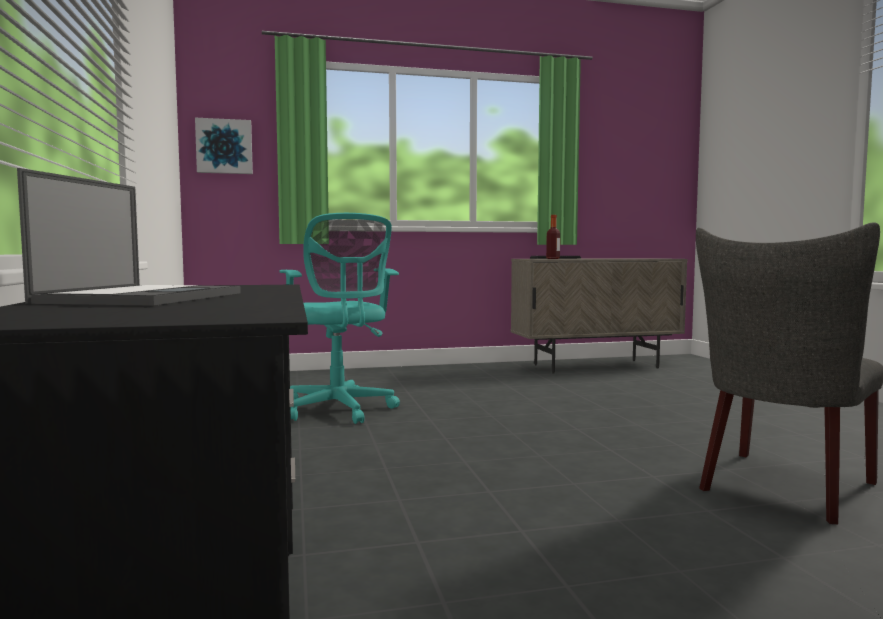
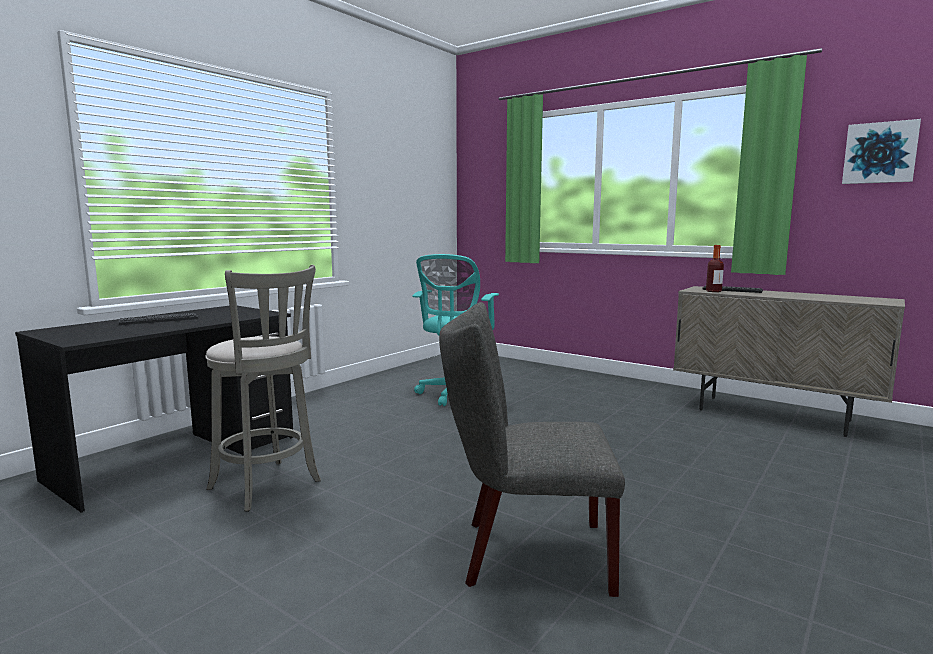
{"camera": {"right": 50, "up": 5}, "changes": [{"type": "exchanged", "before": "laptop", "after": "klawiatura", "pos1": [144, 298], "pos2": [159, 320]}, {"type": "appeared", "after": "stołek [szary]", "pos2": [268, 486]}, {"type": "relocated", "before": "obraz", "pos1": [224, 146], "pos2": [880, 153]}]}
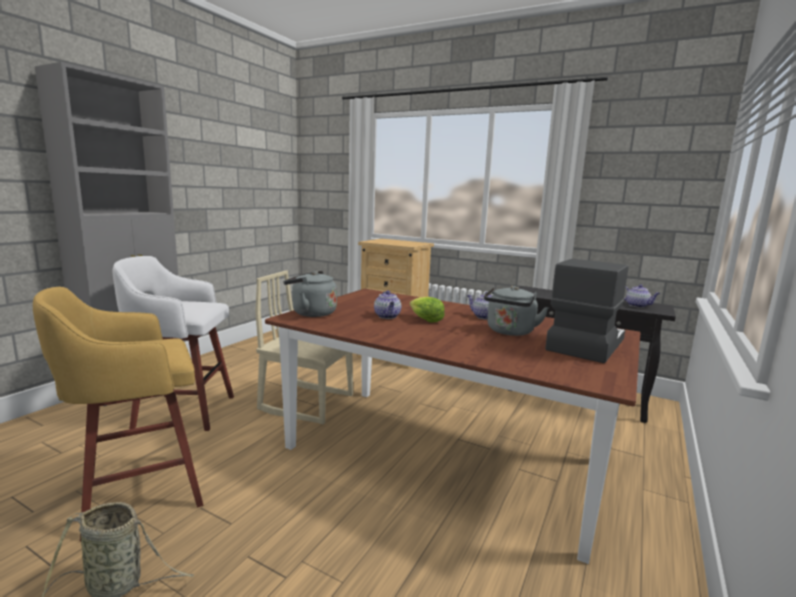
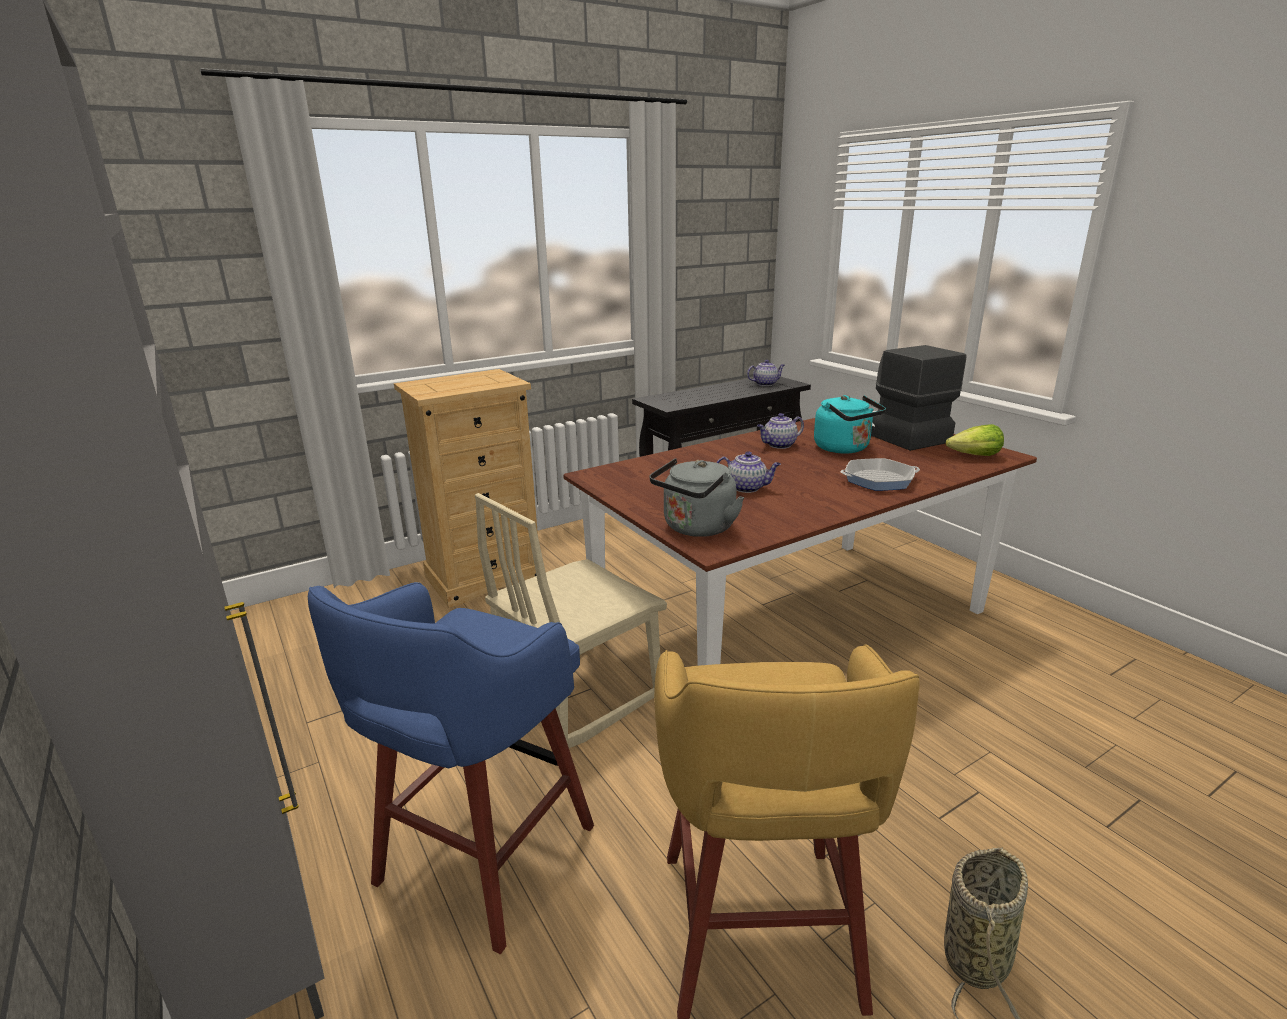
{"camera": {"right": -60, "up": 10}, "changes": [{"type": "colour", "before": "stołek [biały]", "after": "stołek [niebieski]", "pos1": [182, 411], "pos2": [481, 859]}, {"type": "colour", "before": "czajnik [szary]", "after": "czajnik [turkusowy]", "pos1": [510, 332], "pos2": [844, 449]}, {"type": "appeared", "after": "patelnia", "pos2": [879, 480]}, {"type": "relocated", "before": "sałata", "pos1": [425, 320], "pos2": [975, 456]}]}
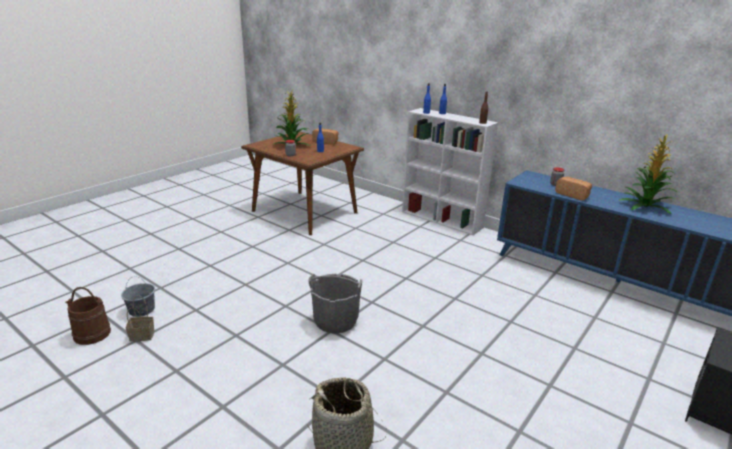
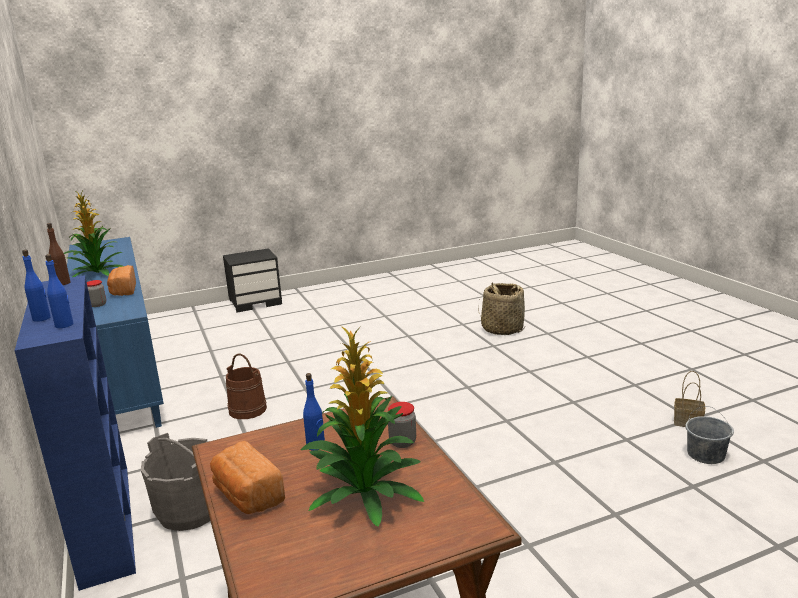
{"camera": {"right": -150, "up": -5}, "changes": [{"type": "colour", "before": "regał [biały]", "after": "regał [niebieski]", "pos1": [442, 220], "pos2": [105, 520]}, {"type": "relocated", "before": "wiadro [szary]", "pos1": [335, 320], "pos2": [190, 510]}, {"type": "relocated", "before": "wiadro [brązowy]", "pos1": [92, 334], "pos2": [248, 409]}]}
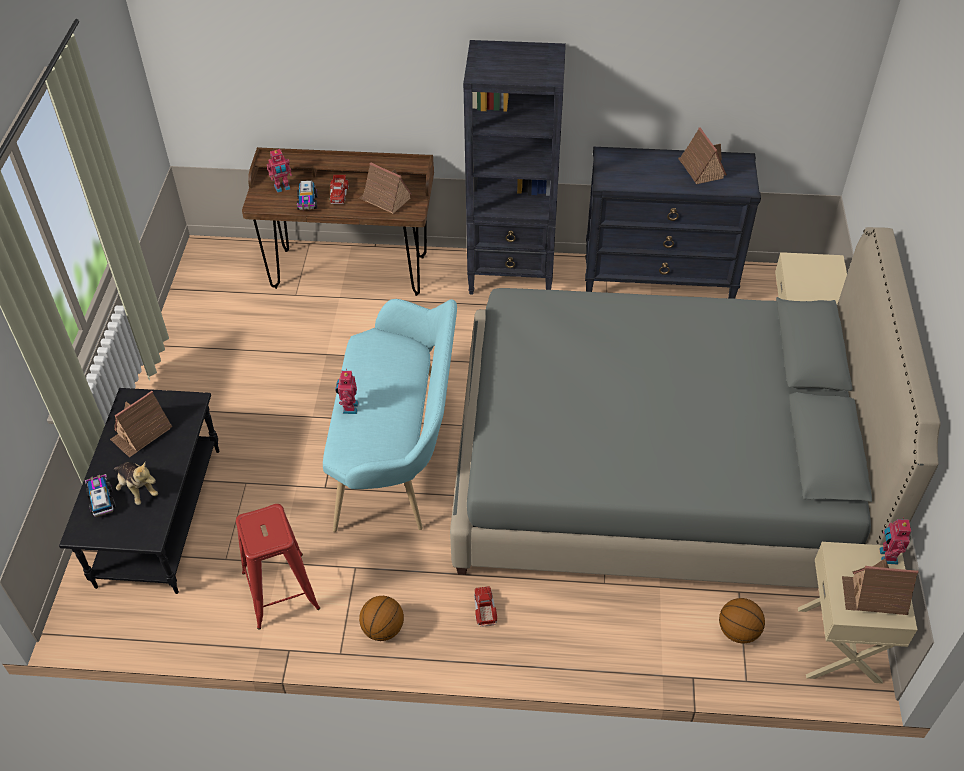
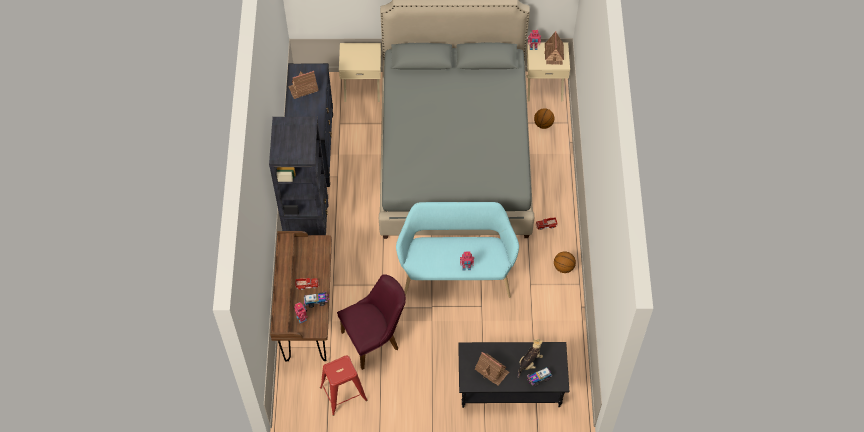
{"camera": {"right": -95, "up": 10}, "changes": [{"type": "relocated", "before": "stołek [czerwony]", "pos1": [280, 589], "pos2": [343, 394]}, {"type": "appeared", "after": "krzesło [fioletowy]", "pos2": [375, 339]}, {"type": "missing", "before": "domek", "pos1": [385, 199]}]}
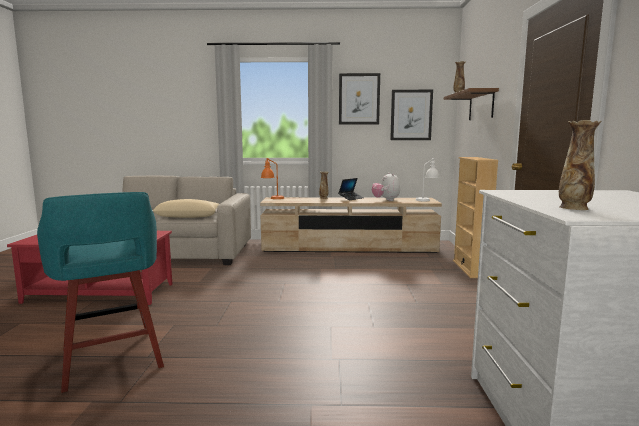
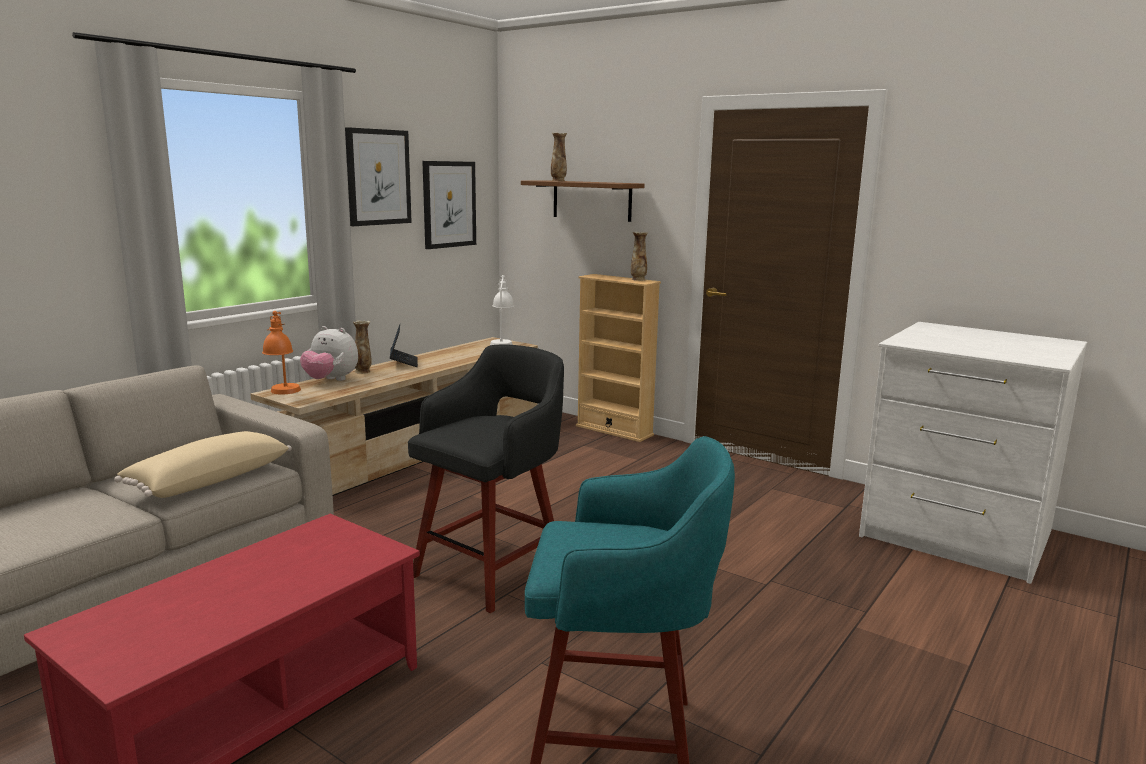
{"camera": {"right": -55, "up": 5}, "changes": [{"type": "relocated", "before": "pluszak", "pos1": [386, 200], "pos2": [331, 380]}, {"type": "appeared", "after": "stołek [czarny]", "pos2": [492, 570]}, {"type": "relocated", "before": "wazon", "pos1": [574, 208], "pos2": [638, 279]}]}
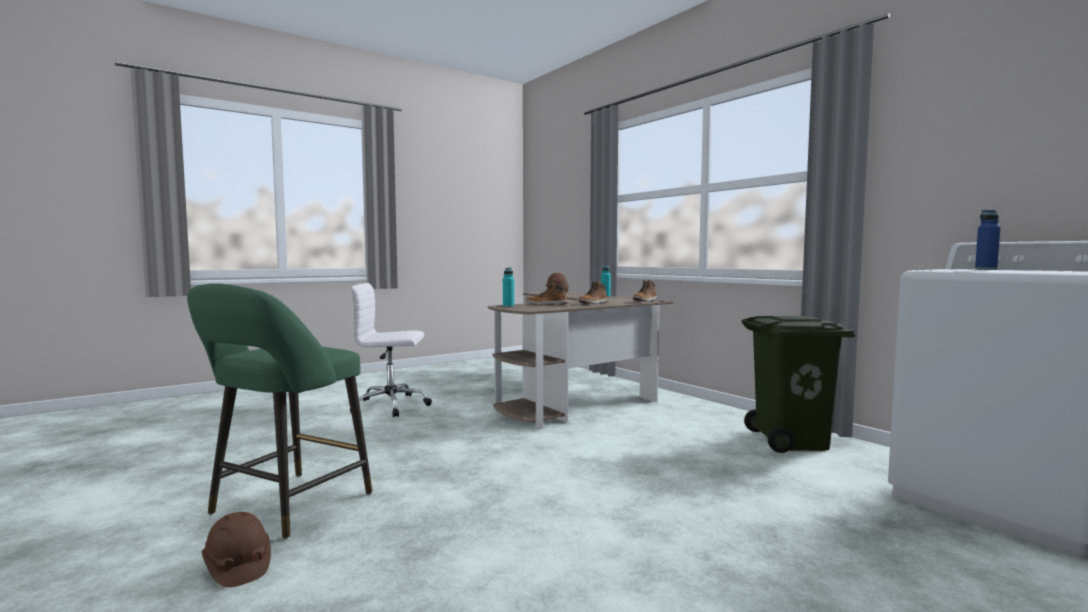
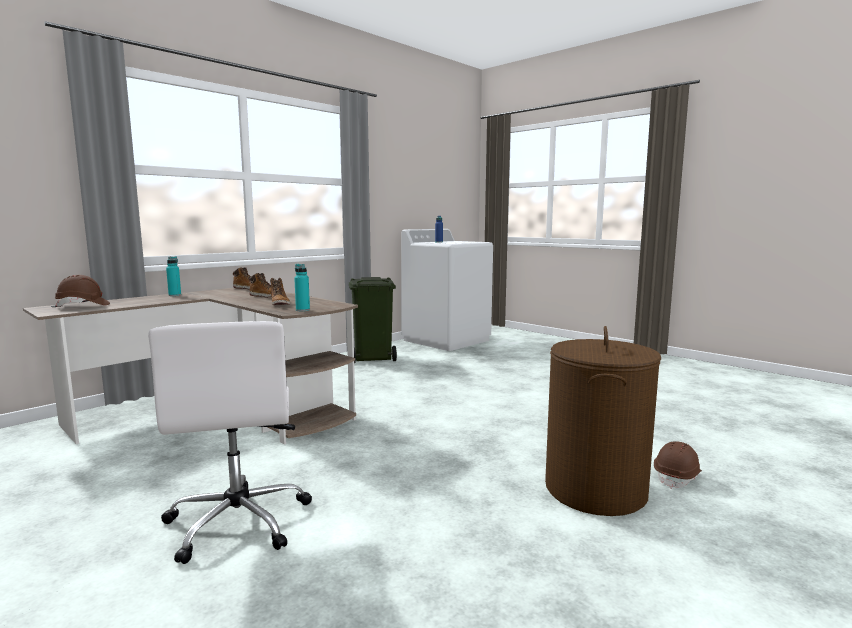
{"camera": {"right": -100, "up": 5}, "changes": [{"type": "exchanged", "before": "stołek [zielony]", "after": "kosz na pranie [brązowy]", "pos1": [285, 507], "pos2": [595, 490]}]}
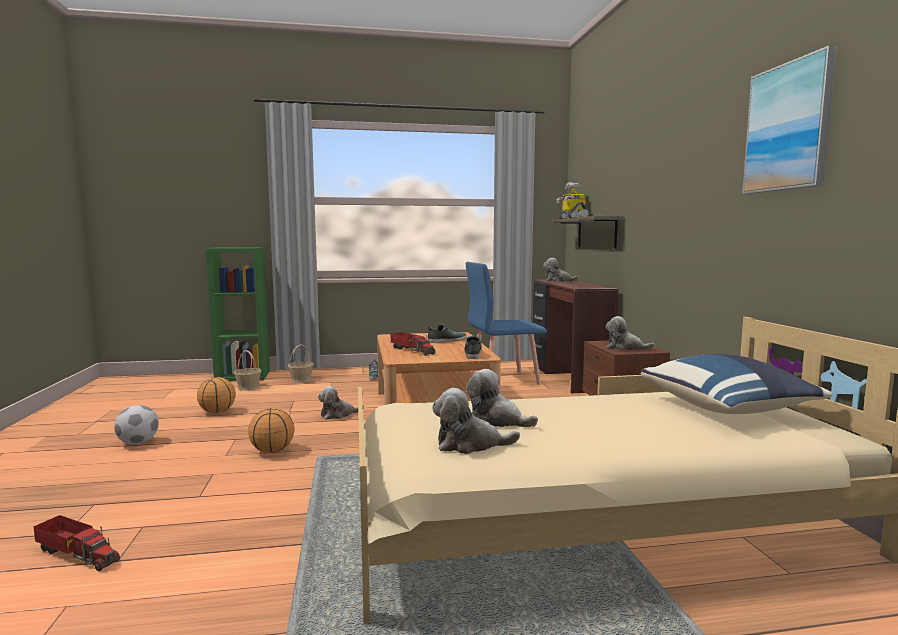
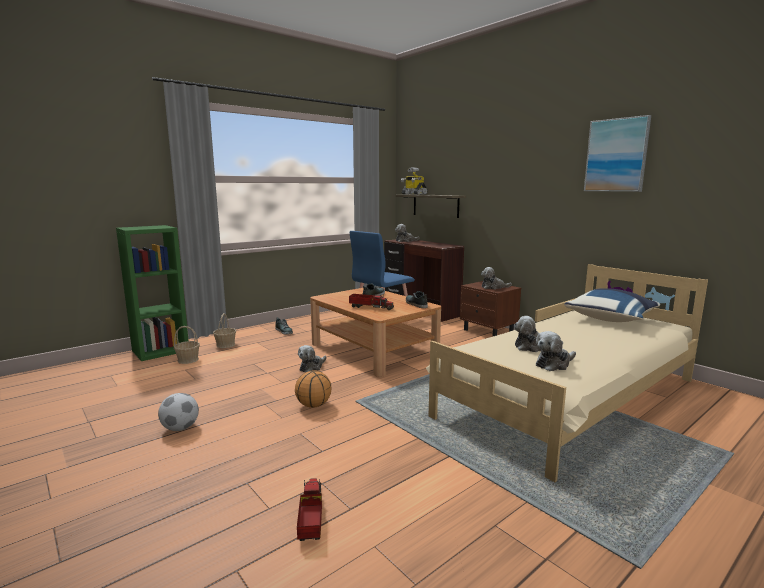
{"camera": {"right": -30, "up": 5}, "changes": [{"type": "spun", "before": "ciężarówka zabawkowa", "pos1": [77, 554], "pos2": [311, 516], "turn": -90}, {"type": "missing", "before": "piłka do koszykówki", "pos1": [218, 412]}]}
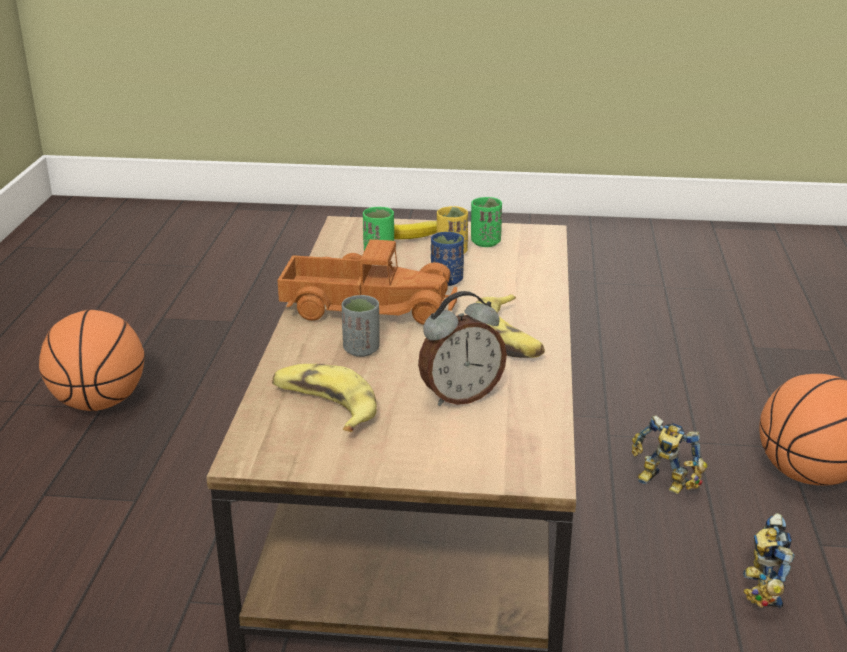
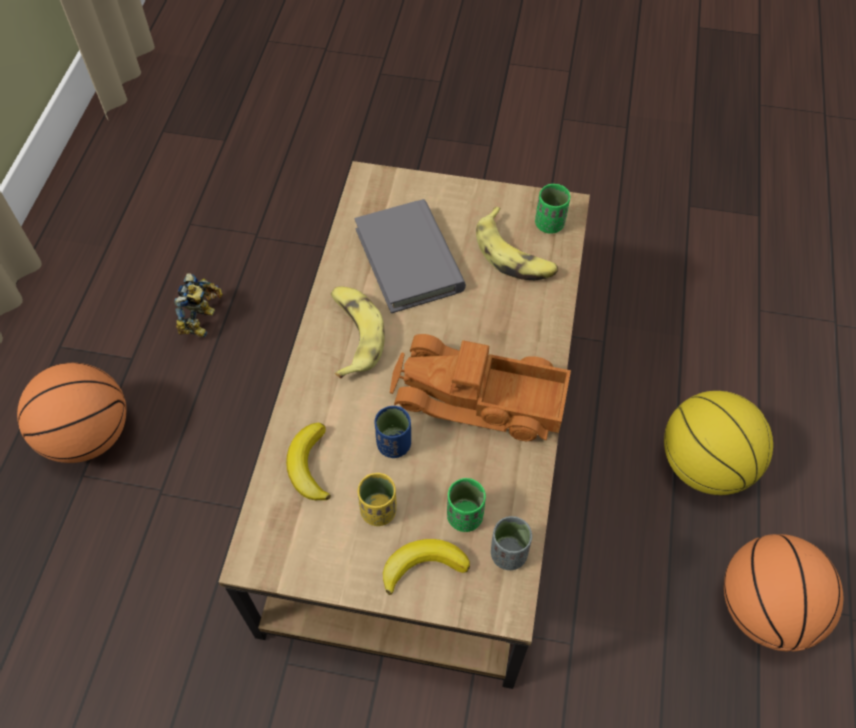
{"camera": {"right": -175, "up": 30}, "changes": [{"type": "appeared", "after": "banan", "pos2": [309, 465]}, {"type": "exchanged", "before": "budzik", "after": "książka [szary]", "pos1": [460, 396], "pos2": [409, 260]}, {"type": "relocated", "before": "filiżanka [szary]", "pos1": [361, 350], "pos2": [508, 553]}, {"type": "relocated", "before": "filiżanka [zielony]", "pos1": [485, 242], "pos2": [549, 224]}, {"type": "appeared", "after": "piłka do koszykówki", "pos2": [703, 464]}, {"type": "missing", "before": "robot zabawkowy", "pos1": [663, 484]}]}
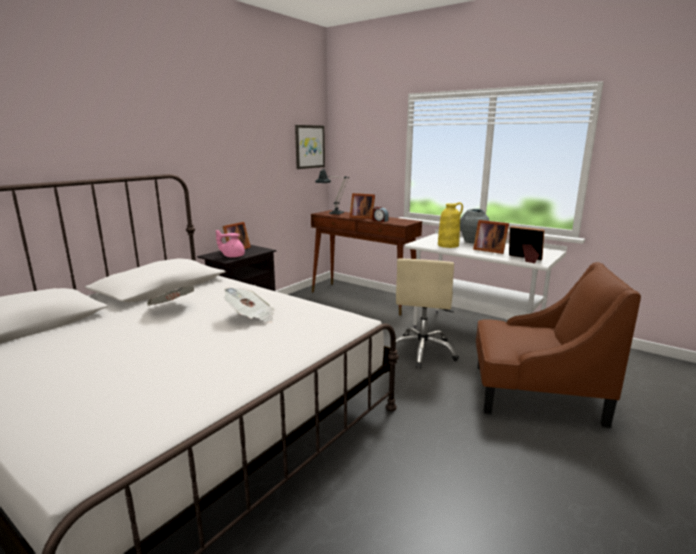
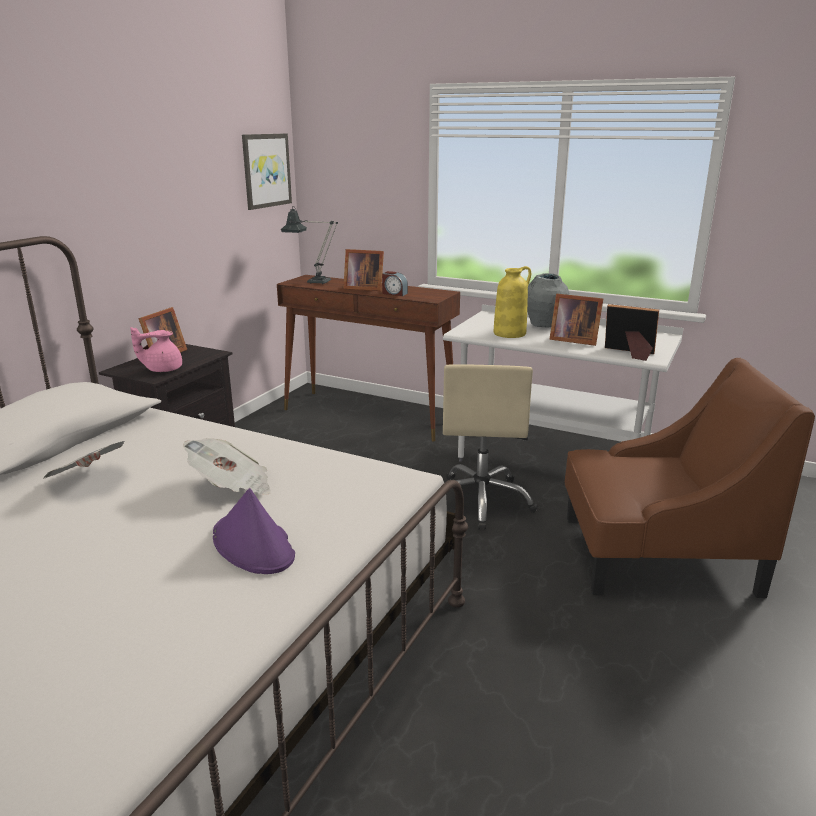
{"camera": {"right": -10, "up": 5}, "changes": [{"type": "appeared", "after": "kapelusz [fioletowy]", "pos2": [253, 545]}]}
